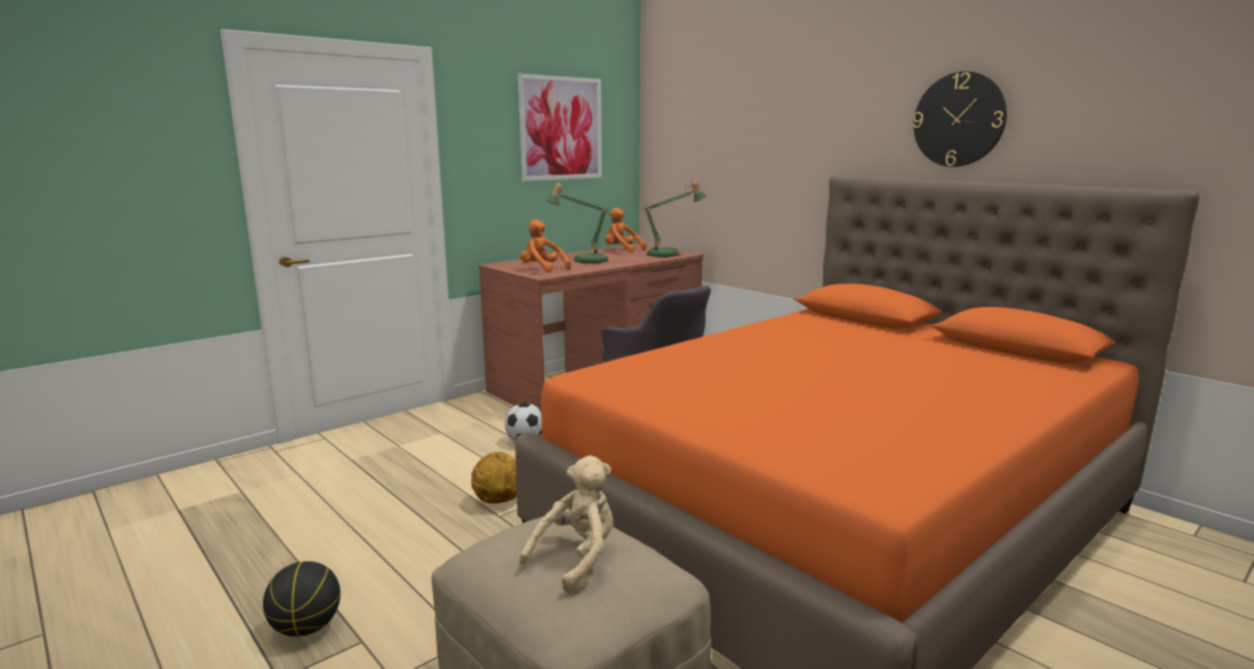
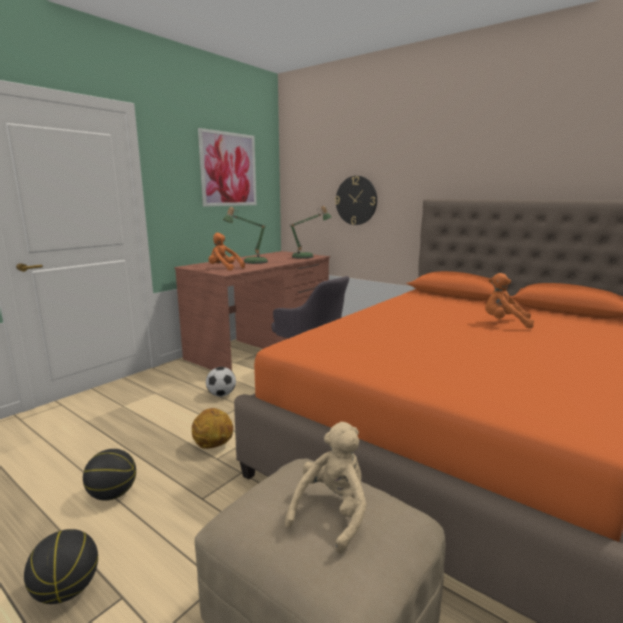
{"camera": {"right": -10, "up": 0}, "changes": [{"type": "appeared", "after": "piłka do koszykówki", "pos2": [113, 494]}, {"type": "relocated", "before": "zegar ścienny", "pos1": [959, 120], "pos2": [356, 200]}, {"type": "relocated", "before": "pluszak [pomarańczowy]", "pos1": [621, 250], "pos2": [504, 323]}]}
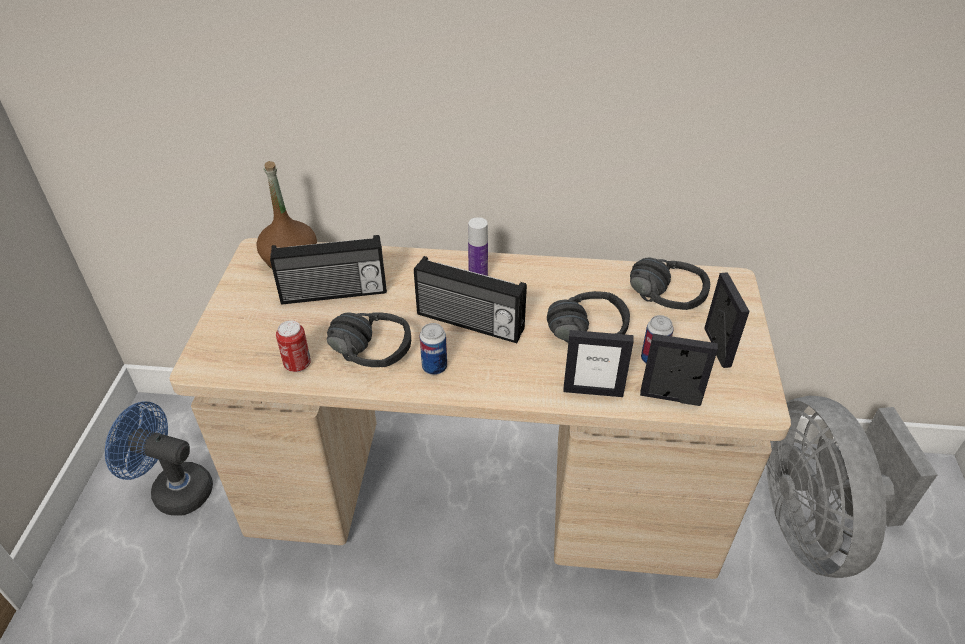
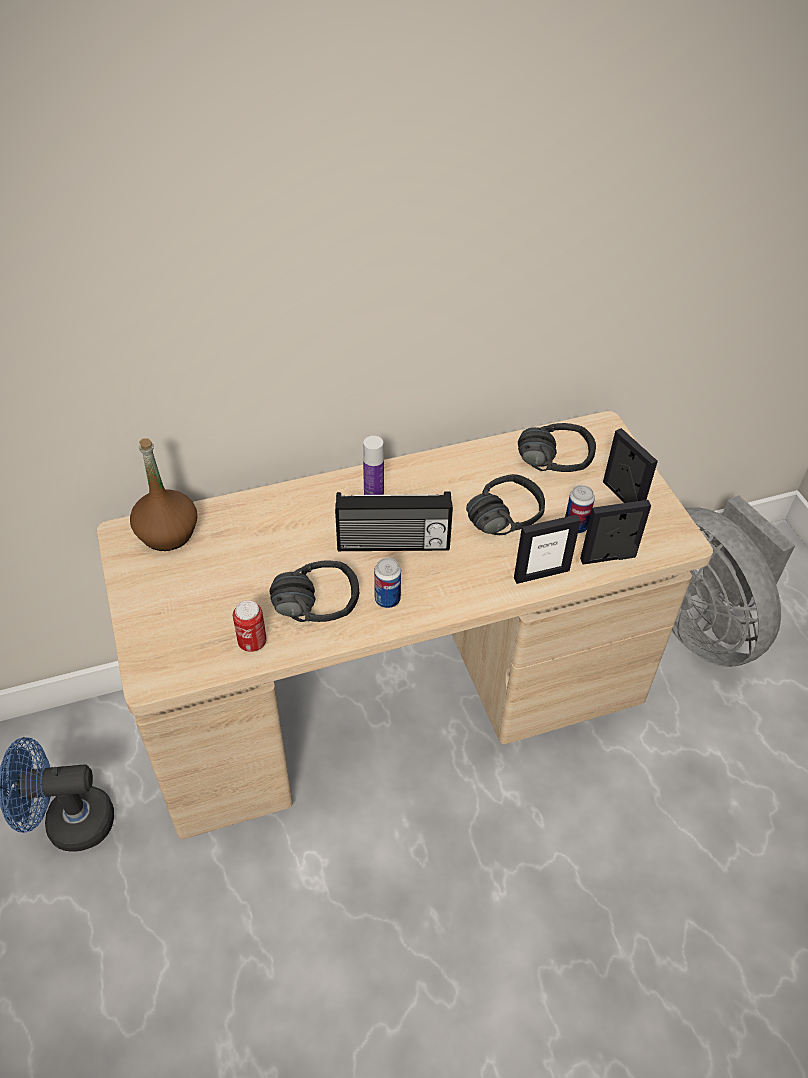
{"camera": {"right": -25, "up": 5}, "changes": [{"type": "missing", "before": "radio", "pos1": [334, 293]}]}
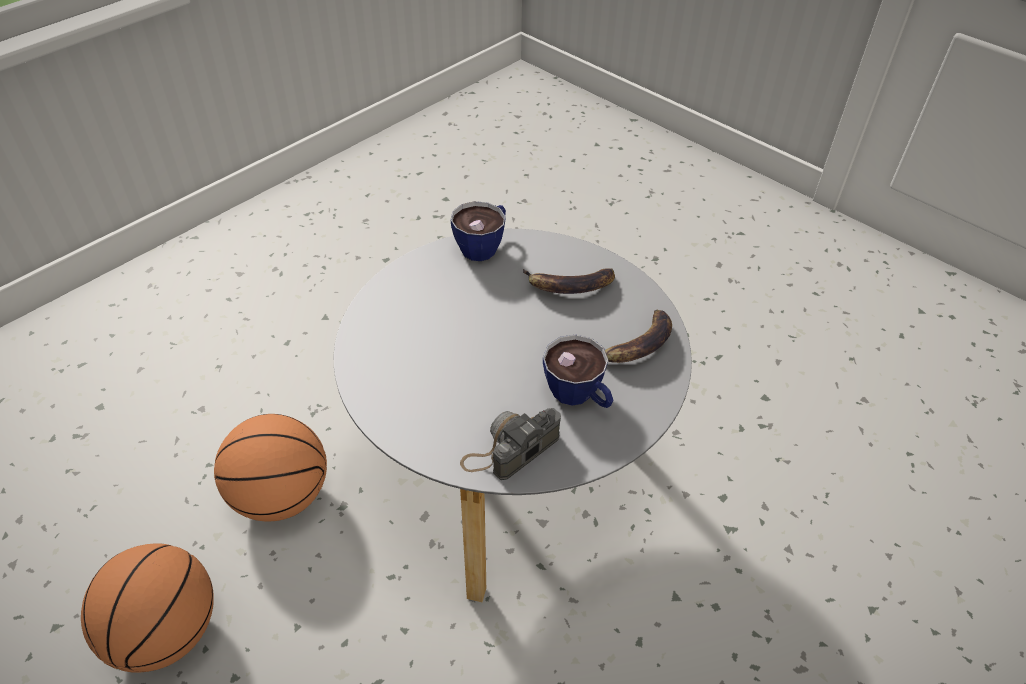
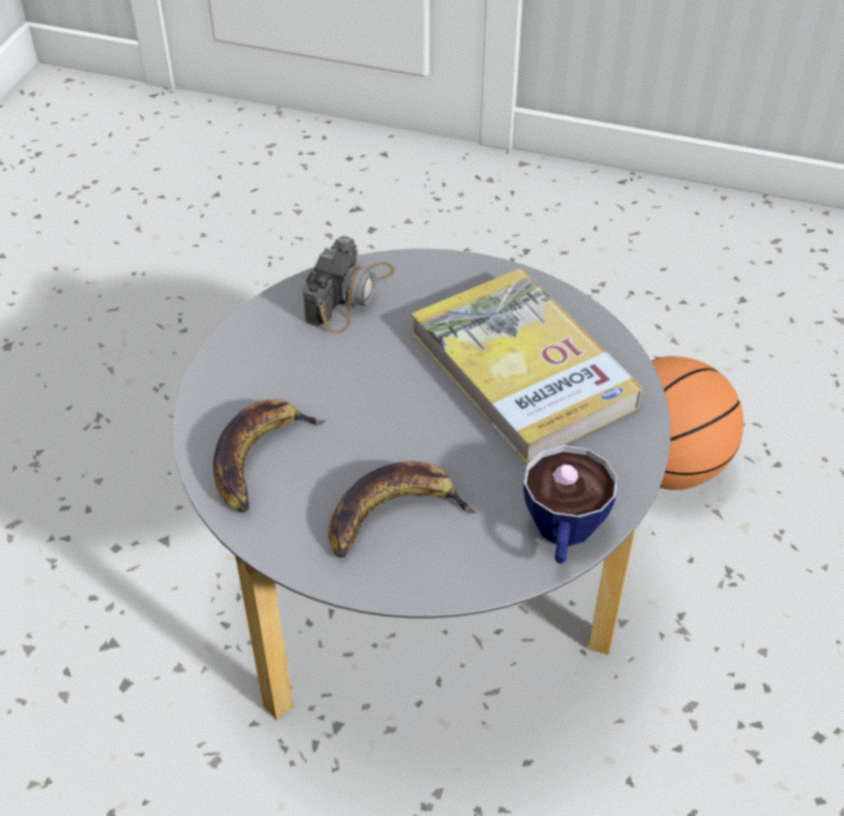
{"camera": {"right": 155, "up": 0}, "changes": [{"type": "appeared", "after": "książka", "pos2": [522, 370]}, {"type": "missing", "before": "piłka do koszykówki", "pos1": [167, 632]}, {"type": "missing", "before": "filiżanka", "pos1": [579, 396]}]}
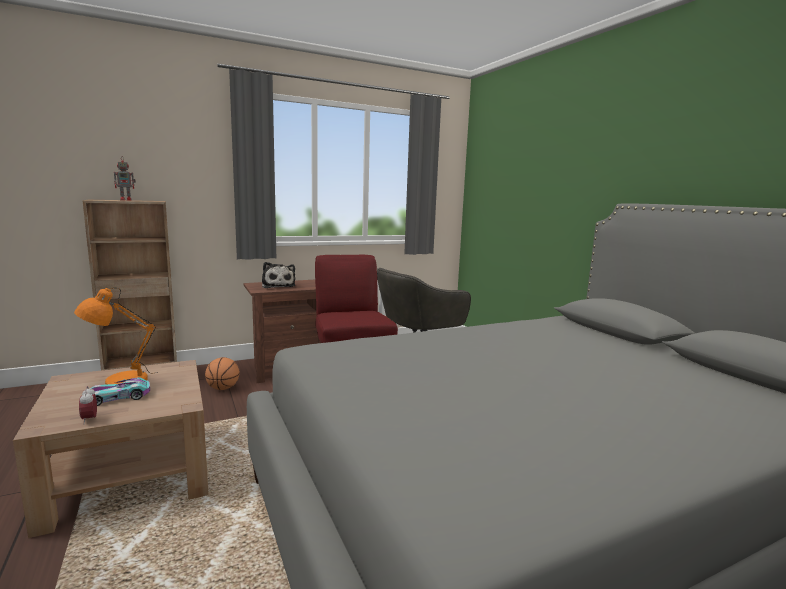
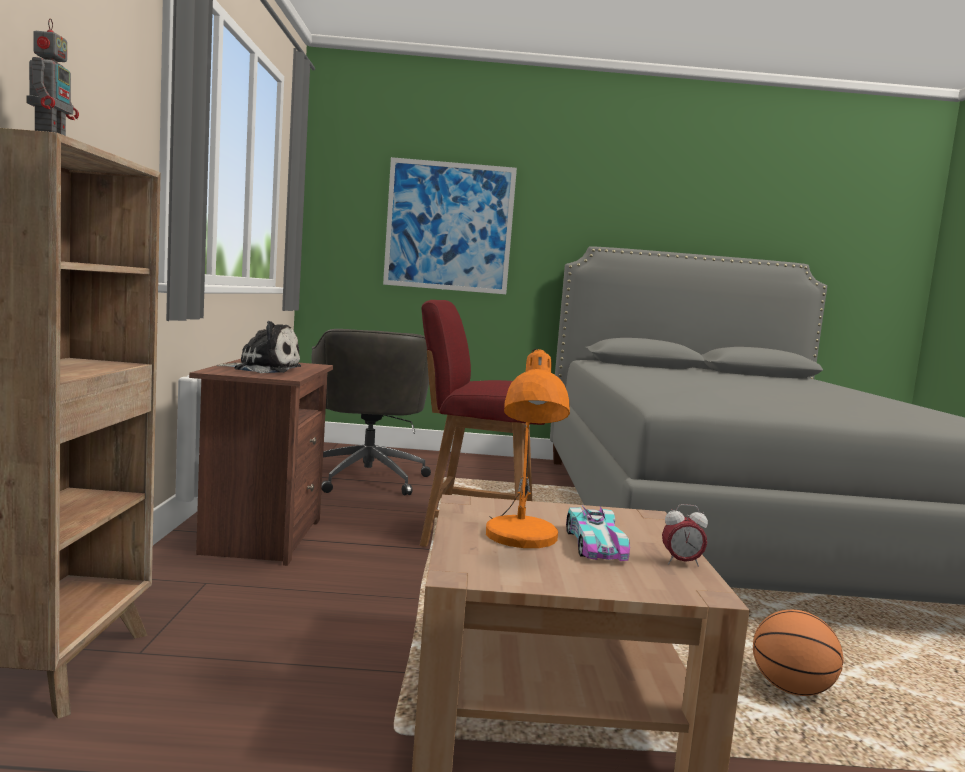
{"camera": {"right": -65, "up": -5}, "changes": [{"type": "appeared", "after": "obraz", "pos2": [449, 226]}, {"type": "relocated", "before": "piłka do koszykówki", "pos1": [223, 388], "pos2": [791, 690]}]}
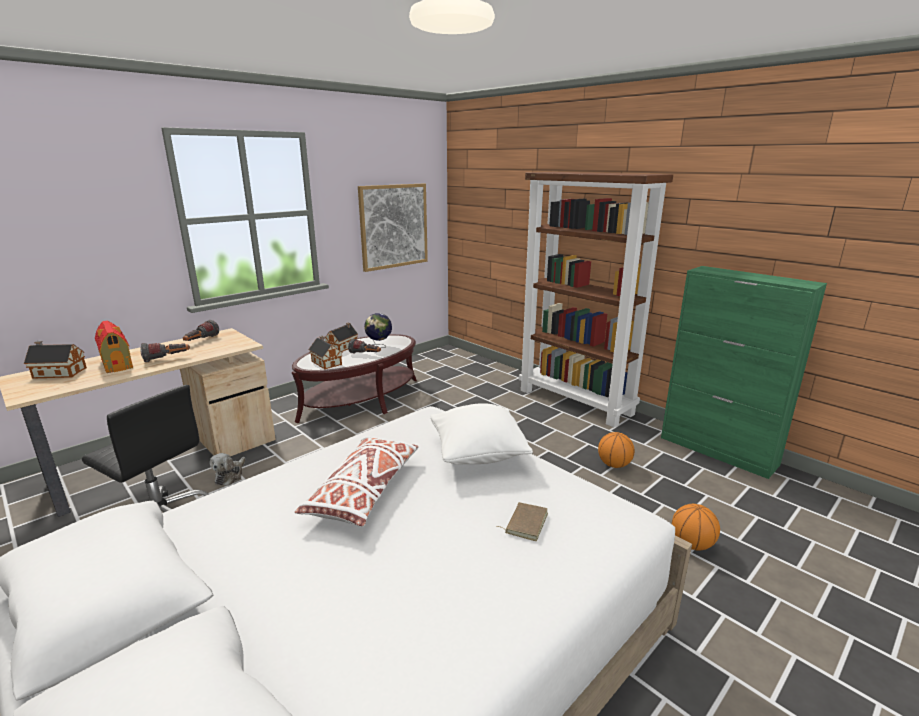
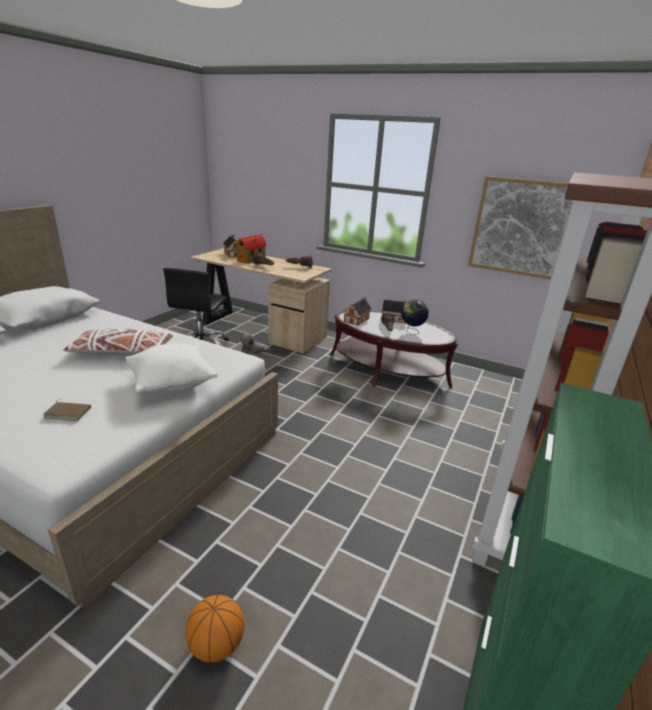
{"camera": {"right": 70, "up": 5}, "changes": [{"type": "missing", "before": "piłka do koszykówki", "pos1": [614, 464]}]}
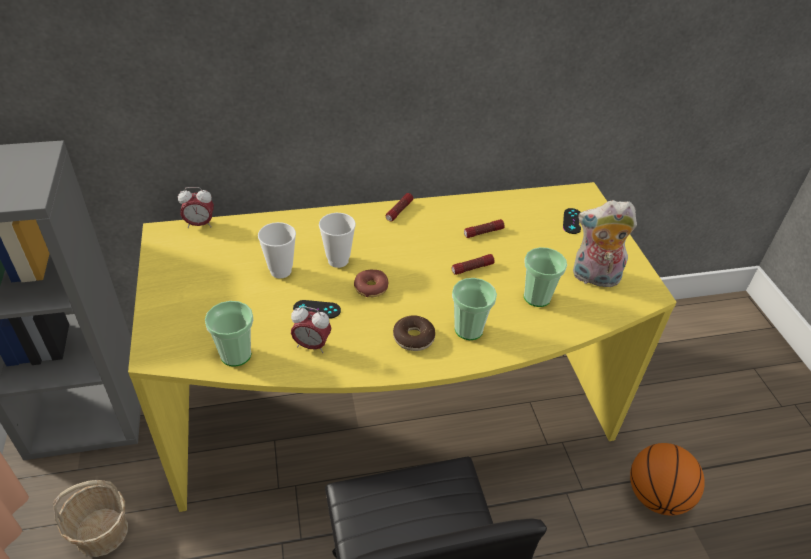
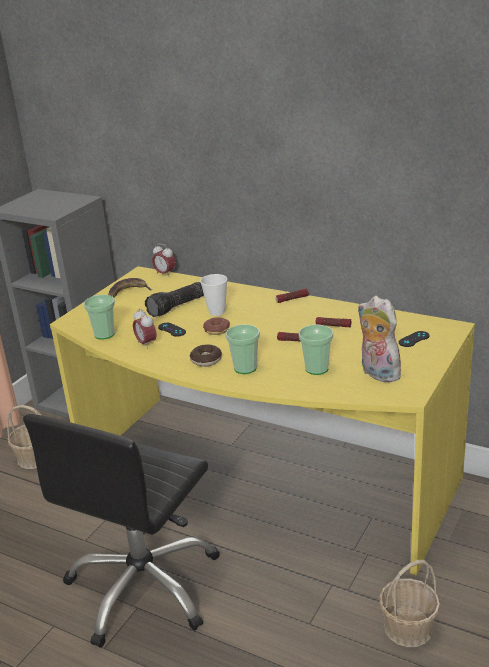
{"camera": {"right": 45, "up": -15}, "changes": [{"type": "appeared", "after": "banan", "pos2": [128, 292]}, {"type": "exchanged", "before": "filiżanka", "after": "latarka", "pos1": [280, 271], "pos2": [177, 307]}, {"type": "exchanged", "before": "piłka do koszykówki", "after": "koszyk", "pos1": [656, 496], "pos2": [407, 628]}]}
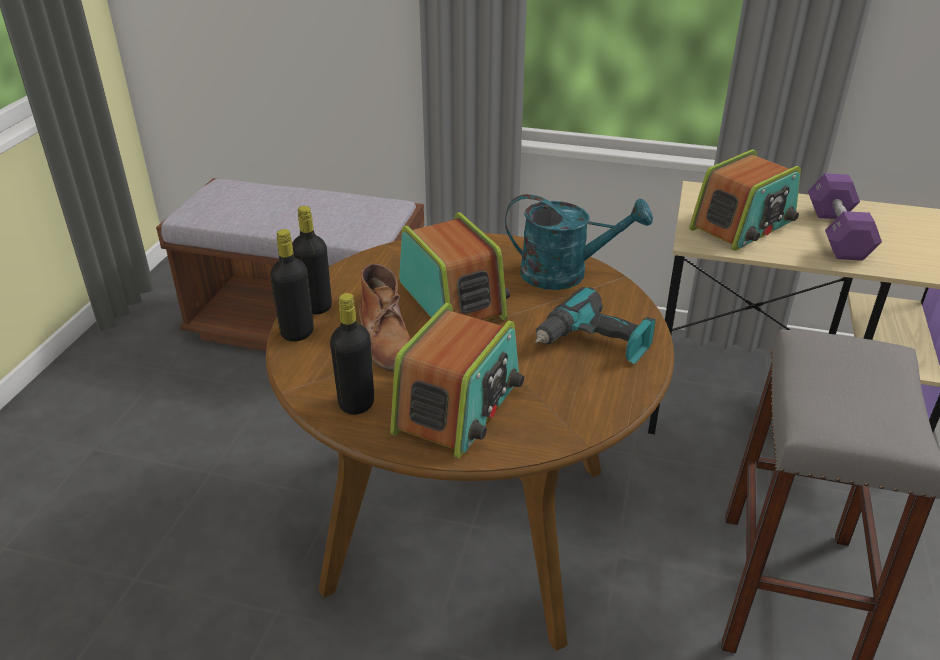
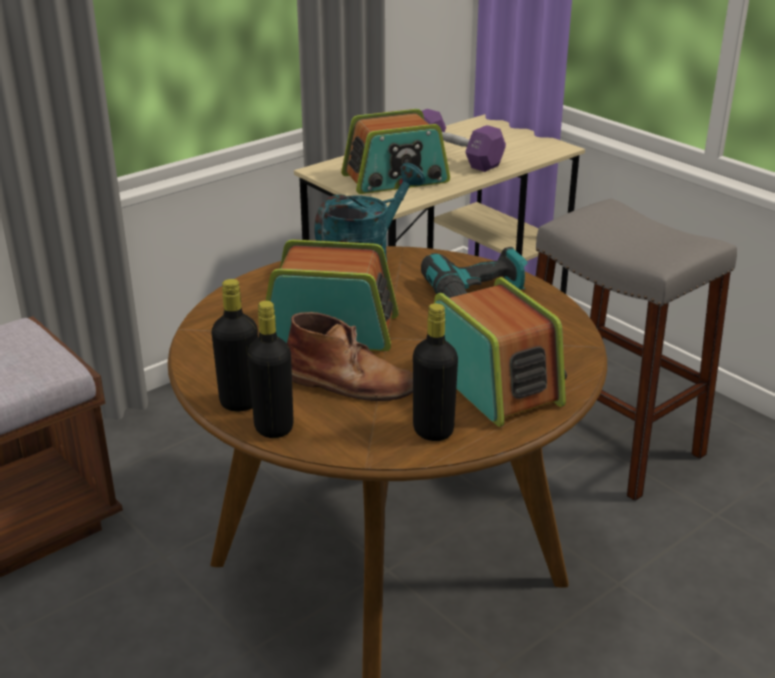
{"camera": {"right": -55, "up": -5}, "changes": [{"type": "spun", "before": "radio", "pos1": [743, 225], "pos2": [396, 179], "turn": 75}]}
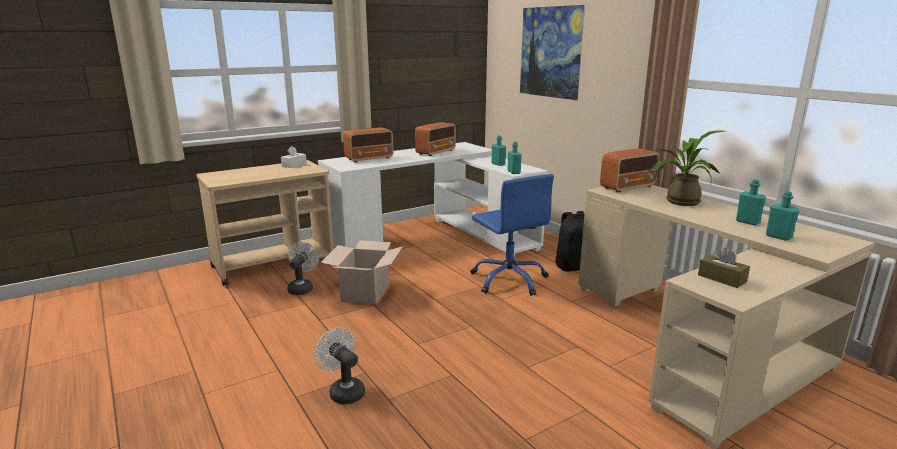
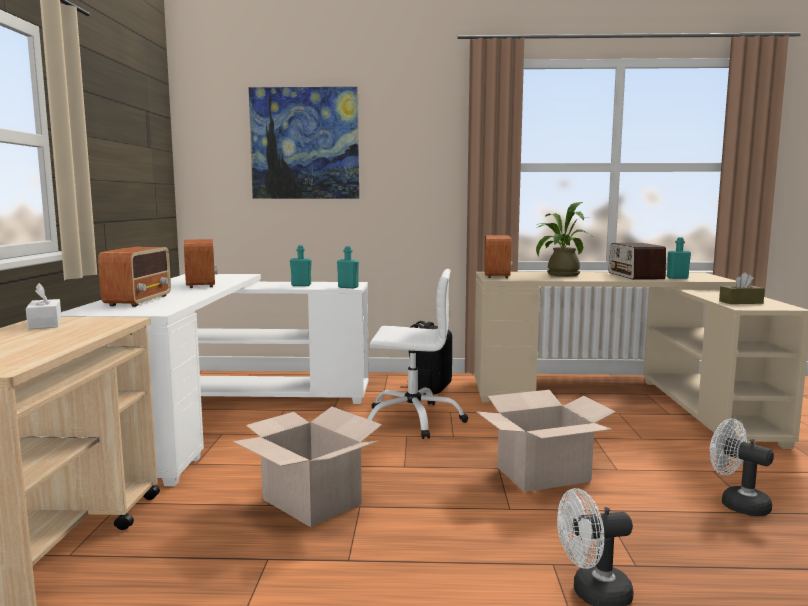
{"camera": {"right": -55, "up": -10}, "changes": [{"type": "colour", "before": "krzesło biurowe [niebieski]", "after": "krzesło biurowe [biały]", "pos1": [509, 280], "pos2": [413, 419]}, {"type": "appeared", "after": "karton", "pos2": [543, 474]}, {"type": "exchanged", "before": "butelka [turkusowy]", "after": "radio", "pos1": [747, 222], "pos2": [635, 276]}, {"type": "relocated", "before": "wentylator [biały]", "pos1": [302, 288], "pos2": [737, 503]}]}
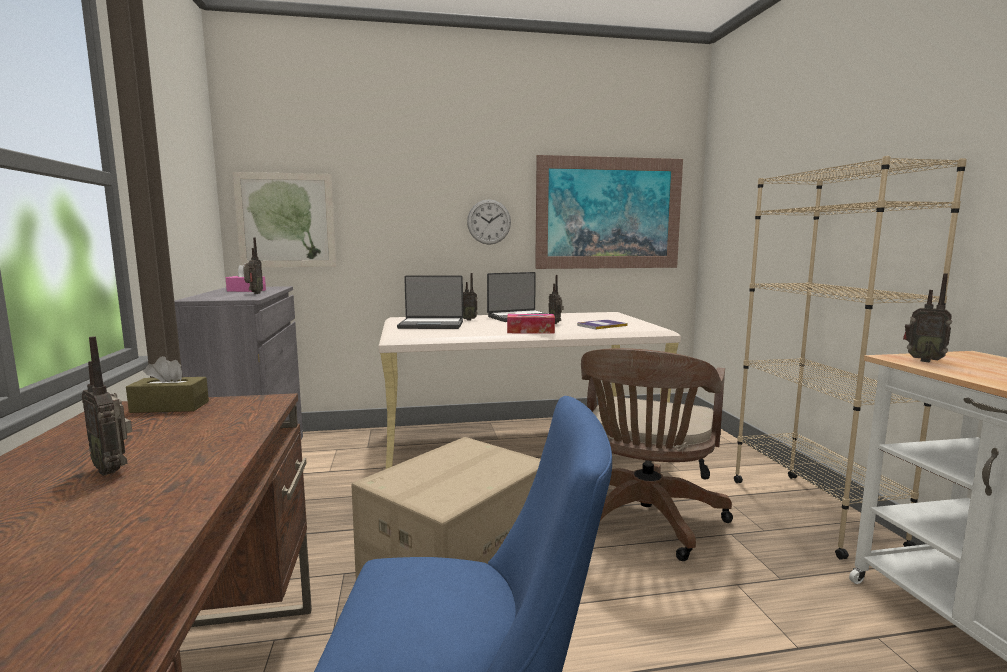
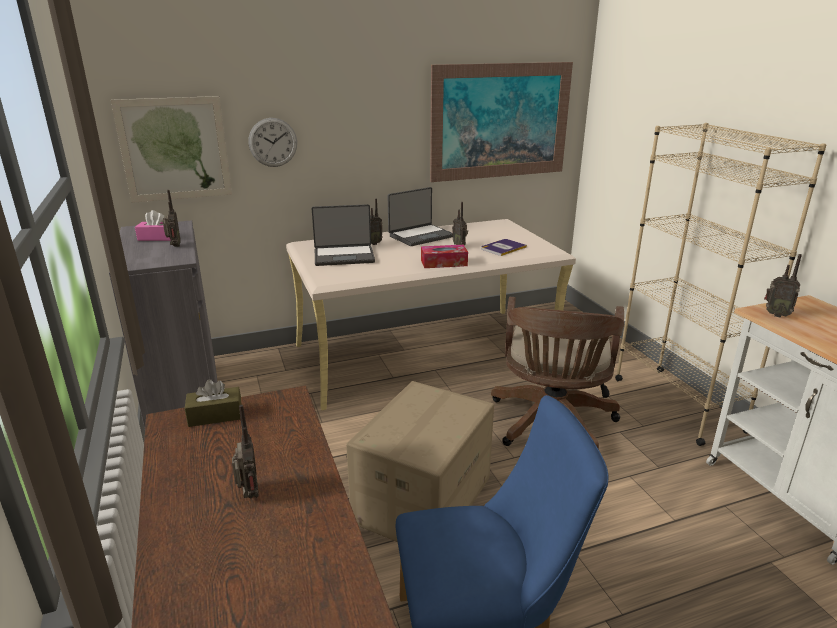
{"camera": {"right": -10, "up": 15}, "changes": [{"type": "spun", "before": "radio", "pos1": [113, 469], "pos2": [248, 495], "turn": -135}, {"type": "relocated", "before": "zegar ścienny", "pos1": [489, 222], "pos2": [273, 142]}]}
